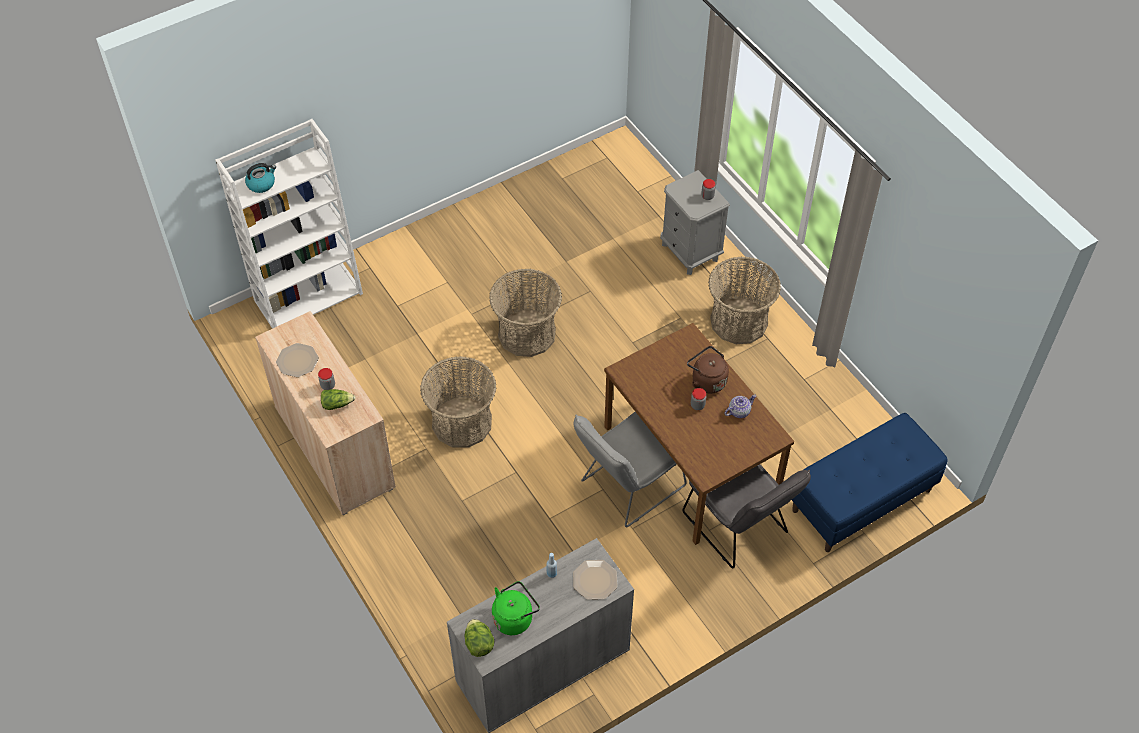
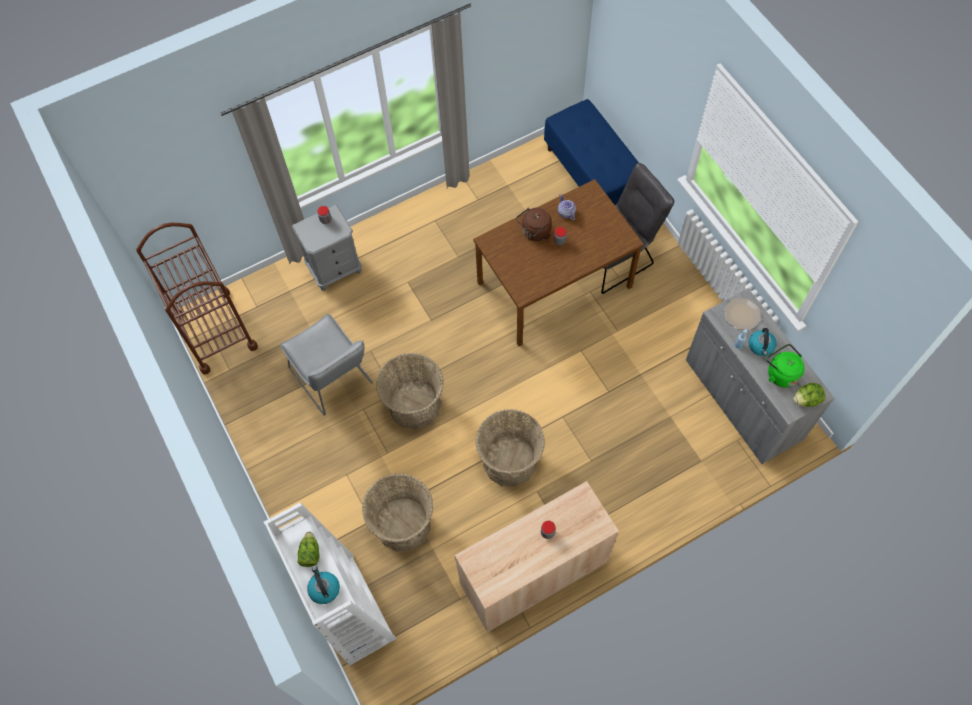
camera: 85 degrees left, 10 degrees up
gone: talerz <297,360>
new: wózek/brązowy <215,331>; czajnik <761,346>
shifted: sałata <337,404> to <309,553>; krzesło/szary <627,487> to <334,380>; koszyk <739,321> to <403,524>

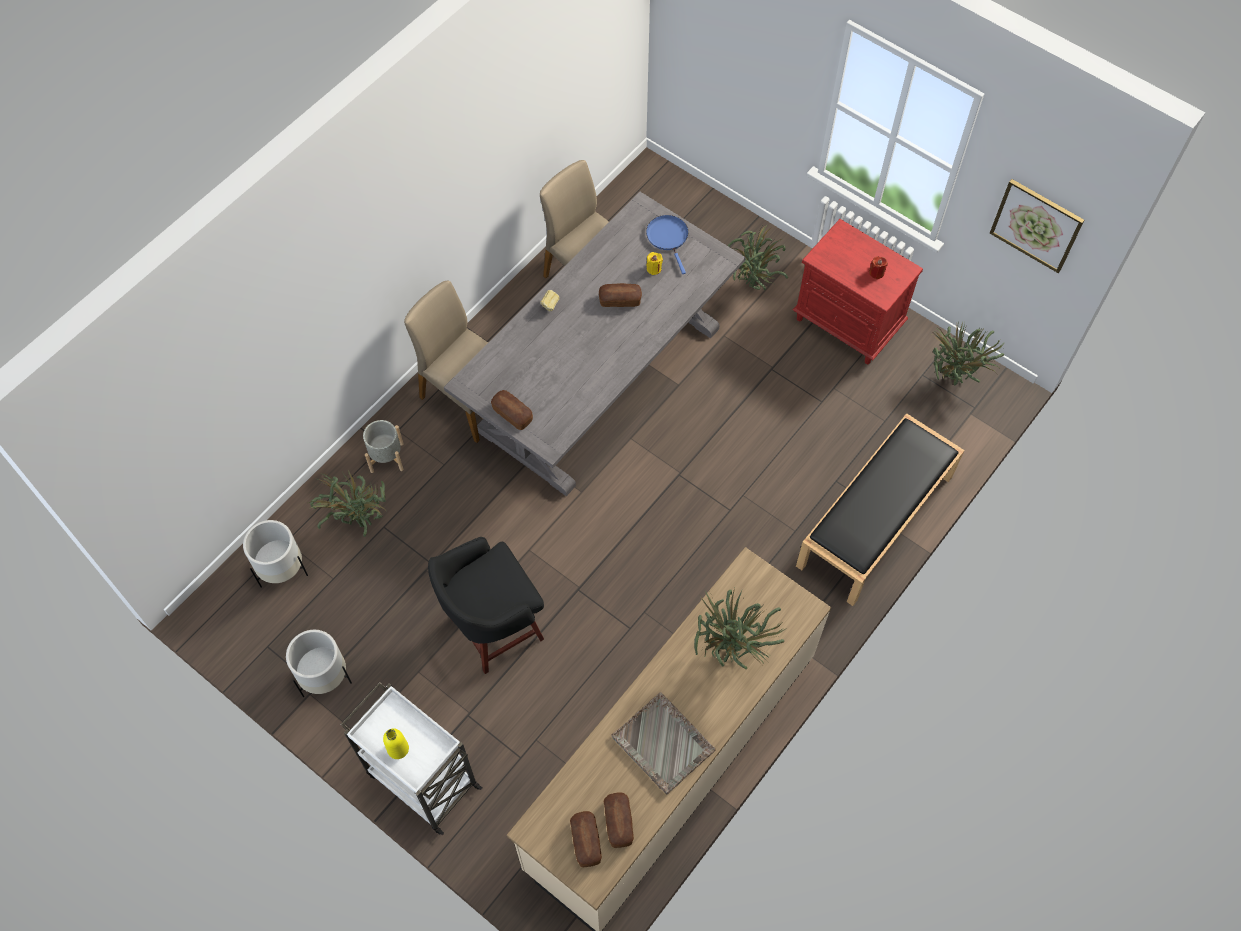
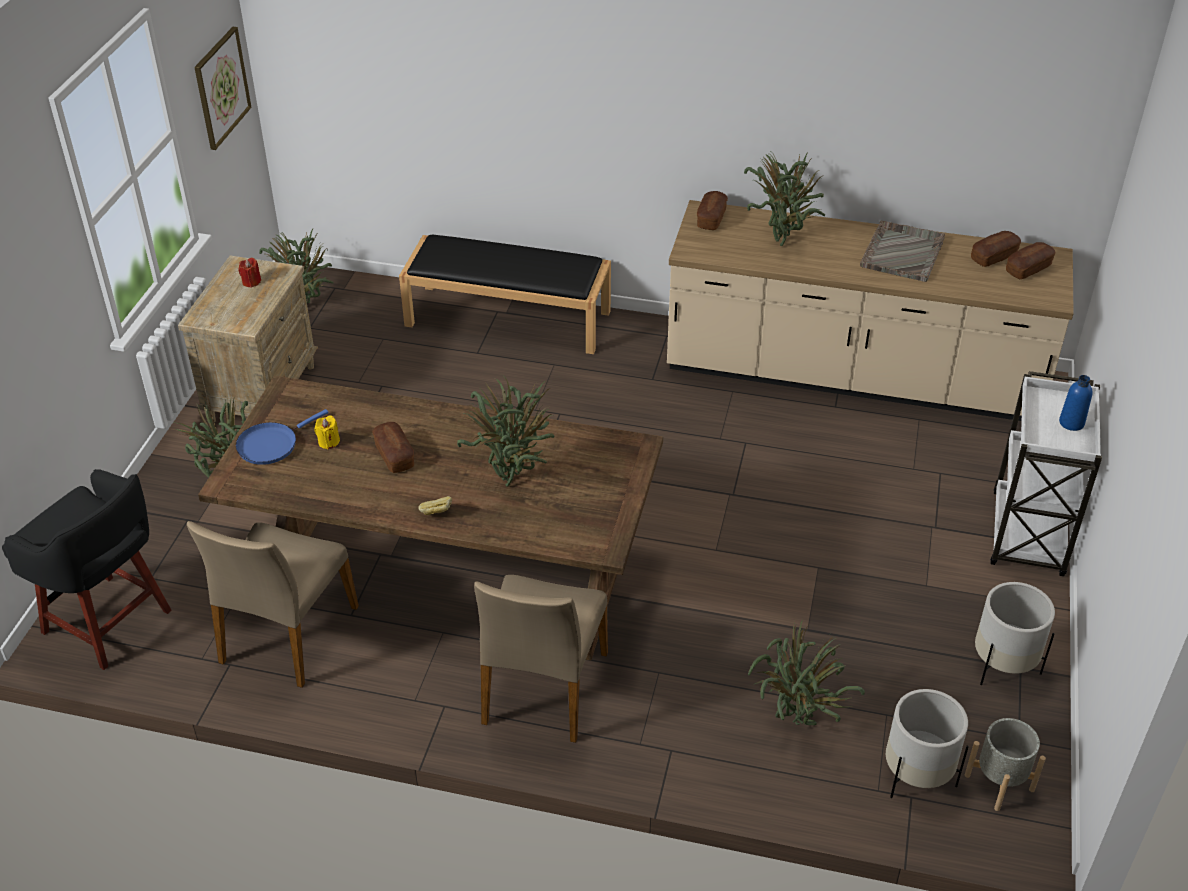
camera: 115 degrees left, 20 degrees down
new: roślina doniczkowa <513,476>
shifted: donica/szary <387,457> to <999,782>; stołek/czarny <493,630> to <110,623>; chleb <512,414> to <711,218>
repainted: butelka/żółty <398,749> to butelka/niebieski <1071,423>; stół jadalny/szary <599,378> to stół jadalny/brązowy <444,571>; szafka nocna/czerwony <848,324> to szafka nocna/beżowy <262,392>

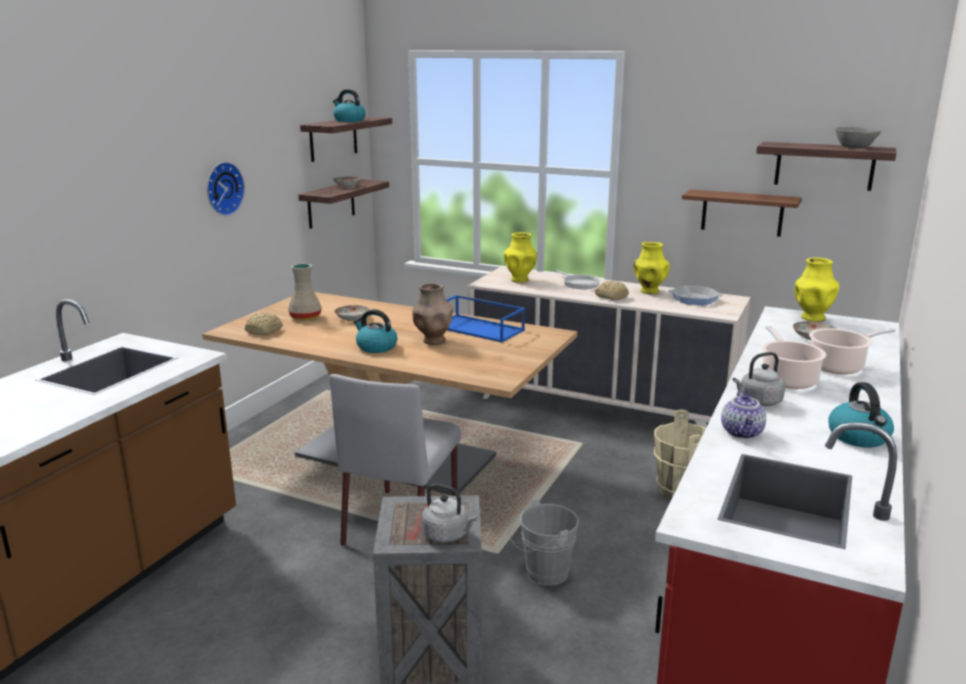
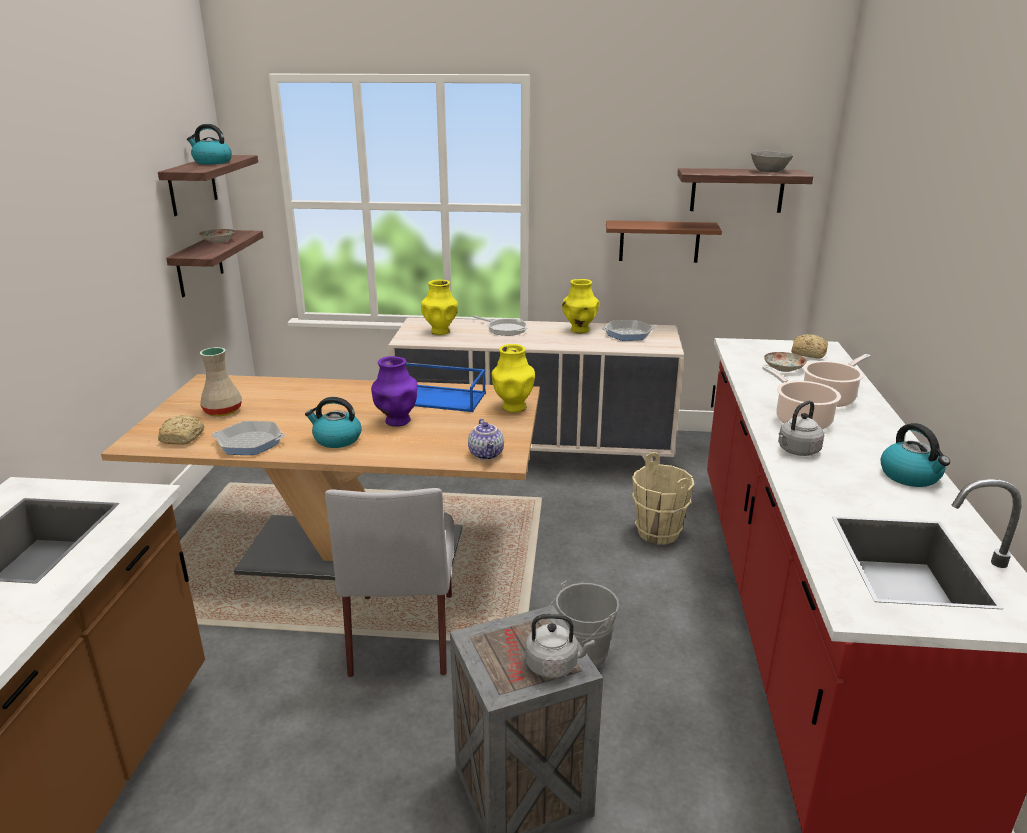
camera: 20 degrees left, 5 degrees up
gone: zegar ścienny <222,188>; talerz <352,318>
new: patelnia <250,443>
shifted: chleb <611,297> to <807,353>; imbryk <743,433> to <487,454>; wazon/żółty <812,318> to <513,407>
repainted: wazon/brązowy <433,341> to wazon/fioletowy <397,421>

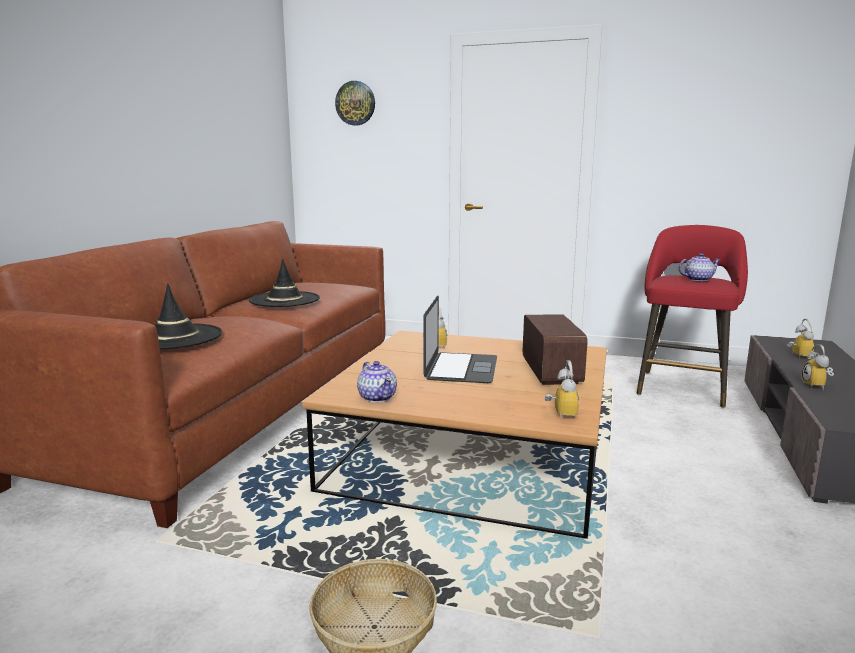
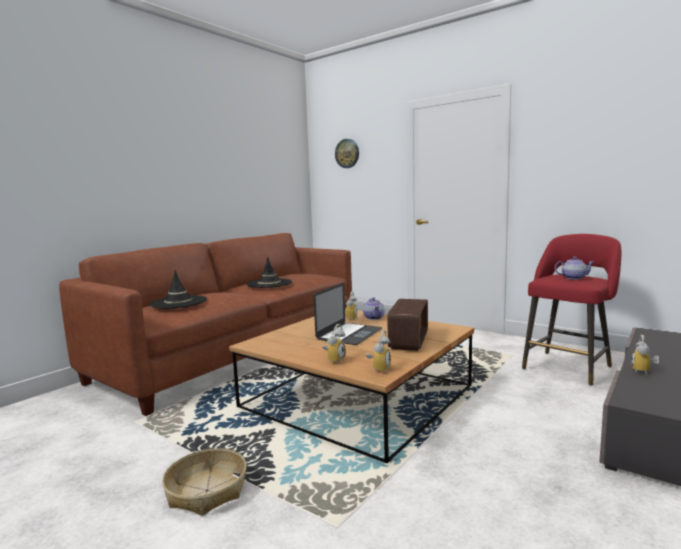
camera: 20 degrees right, 5 degrees down
shifted: imbryk <377,397> to <374,317>; budzik <797,356> to <334,360>

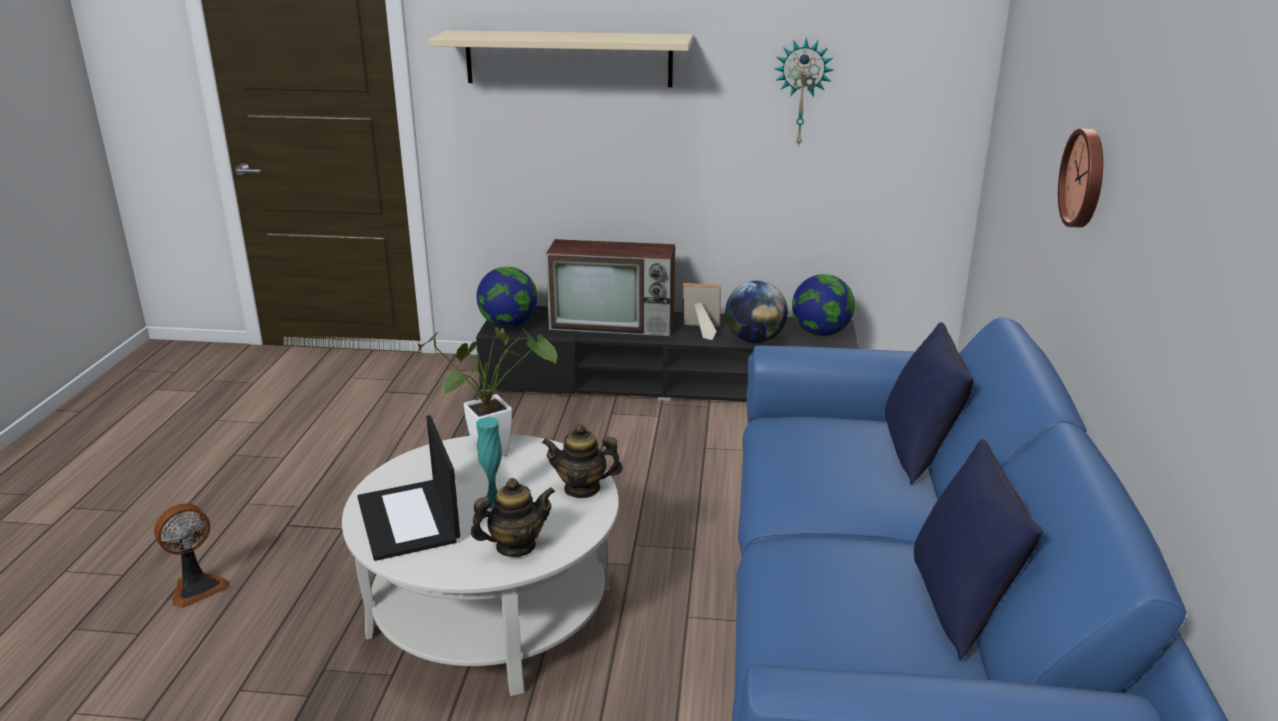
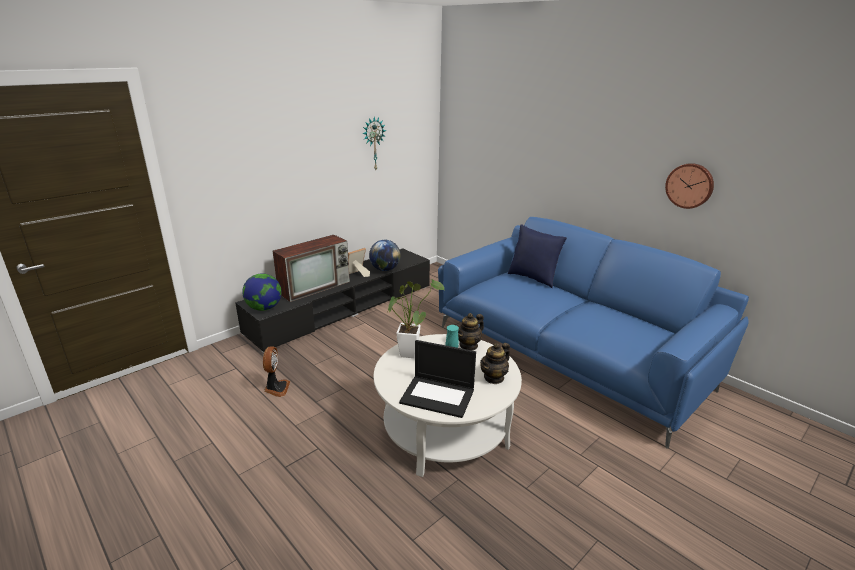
camera: 50 degrees left, 0 degrees up
gone: półka/beżowy <568,58>; globus <820,333>; poduszka/niebieski <960,606>
shifted: wentylator <197,587> to <276,388>; zegar ścienny <1085,178> to <690,185>
rotated: imbryk <515,546> = <494,377> 150 degrees counterclockwise

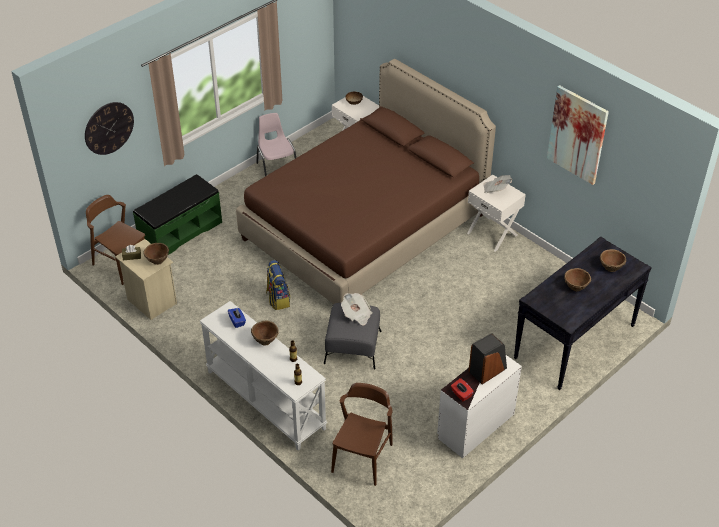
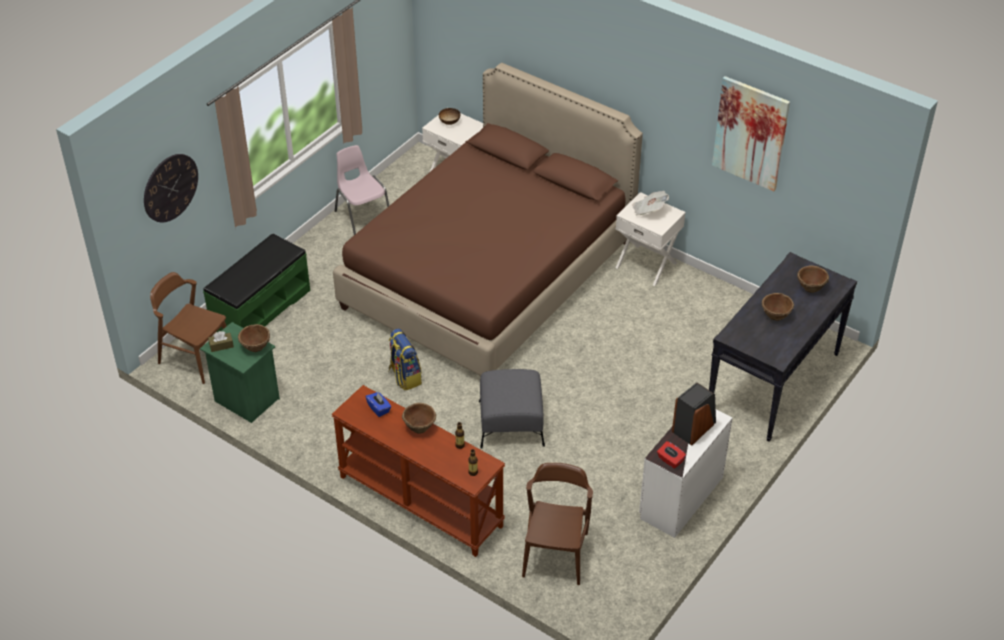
camera: 10 degrees left, 0 degrees up
gone: gazeta <356,315>
repainted: szafka nocna/beżowy <151,302> to szafka nocna/zielony <246,400>; stolik konsolowy/biały <264,400> to stolik konsolowy/brązowy <419,502>

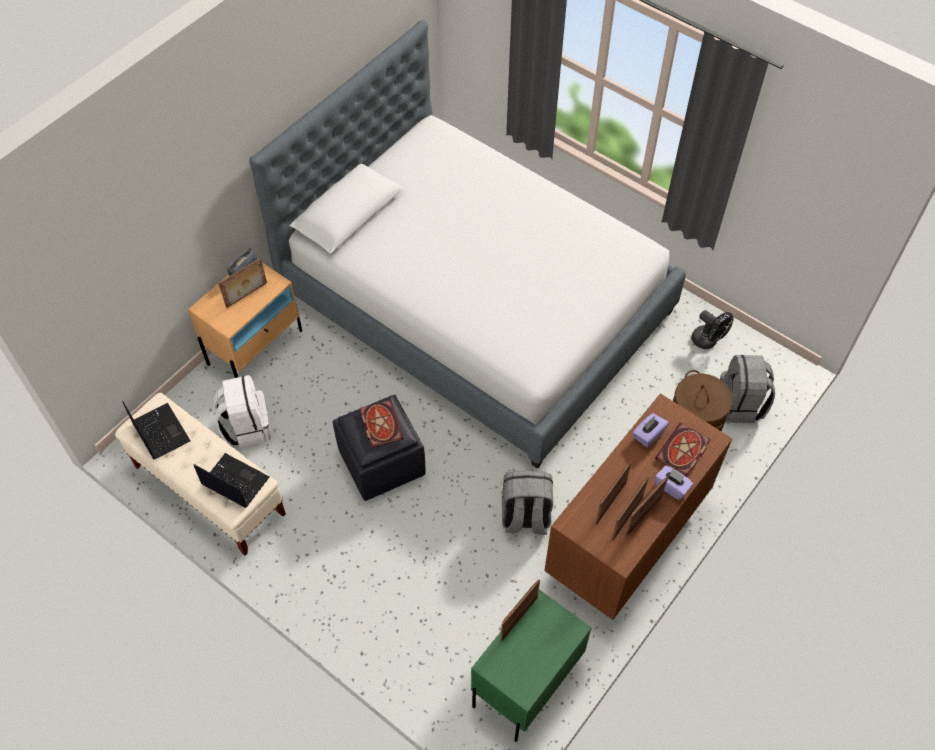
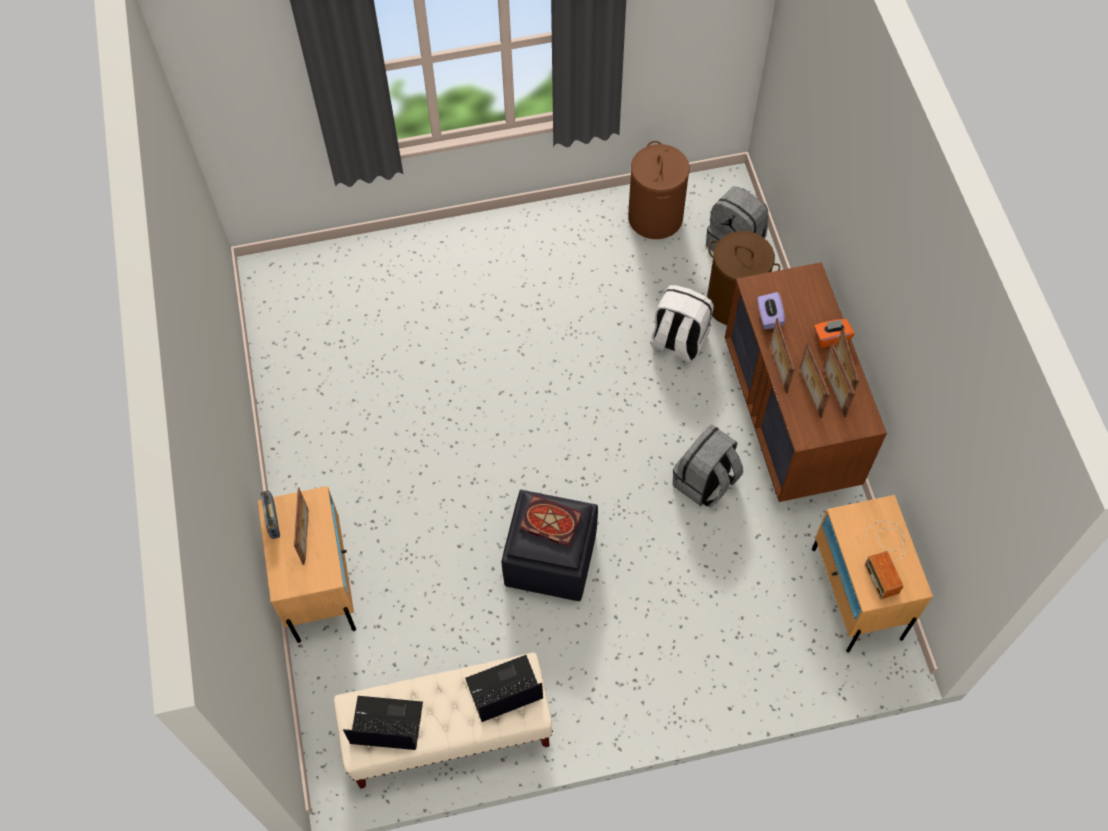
camera: 50 degrees left, 5 degrees up
gone: łóżko <476,303>; książka <683,452>
new: radio <886,557>
shifted: plecak/biały <247,426> to <678,341>; ramka na zdjęcie <518,618> to <777,368>
swapped: wentylator/czarny <708,341> to kosz na pranie/brązowy <655,217>
repainted: szafka nocna/zielony <526,682> to szafka nocna/beżowy <856,594>; pudełko chusteczek/fioletowy <671,487> to pudełko chusteczek/pomarańczowy <831,338>

